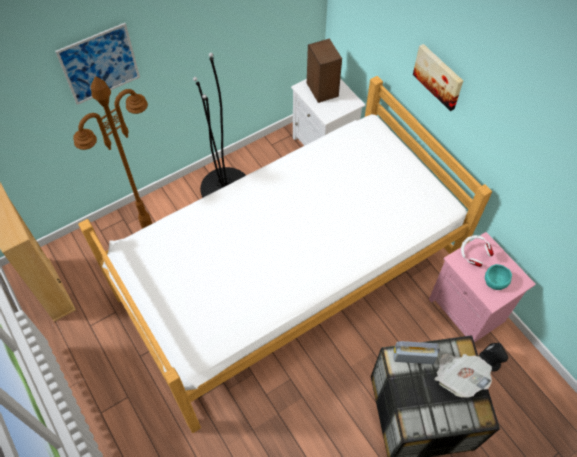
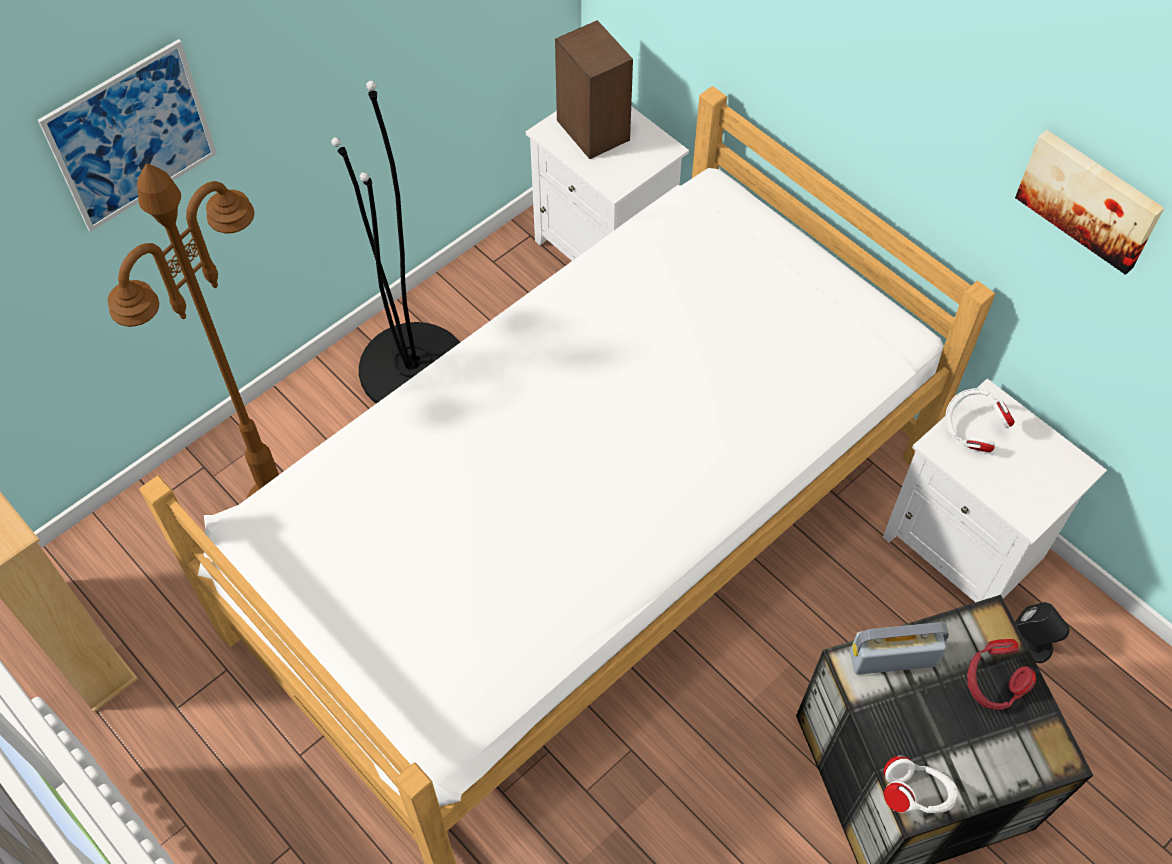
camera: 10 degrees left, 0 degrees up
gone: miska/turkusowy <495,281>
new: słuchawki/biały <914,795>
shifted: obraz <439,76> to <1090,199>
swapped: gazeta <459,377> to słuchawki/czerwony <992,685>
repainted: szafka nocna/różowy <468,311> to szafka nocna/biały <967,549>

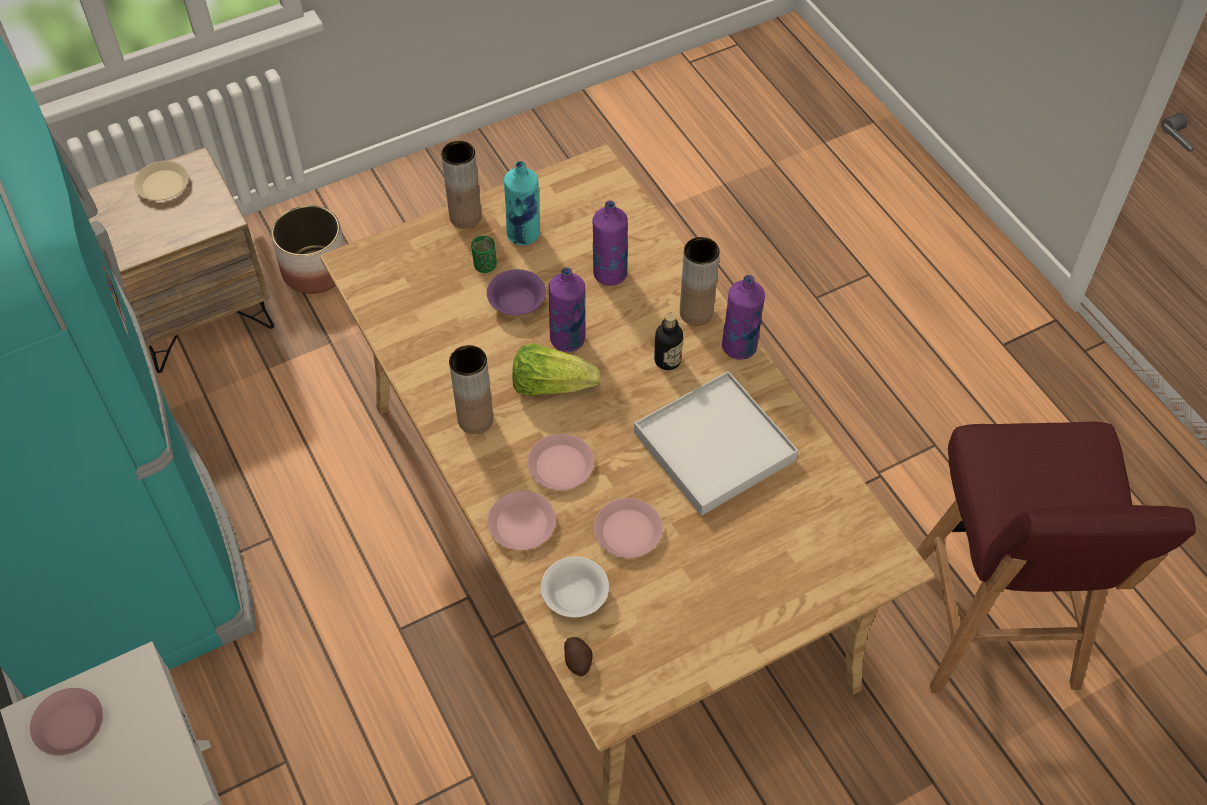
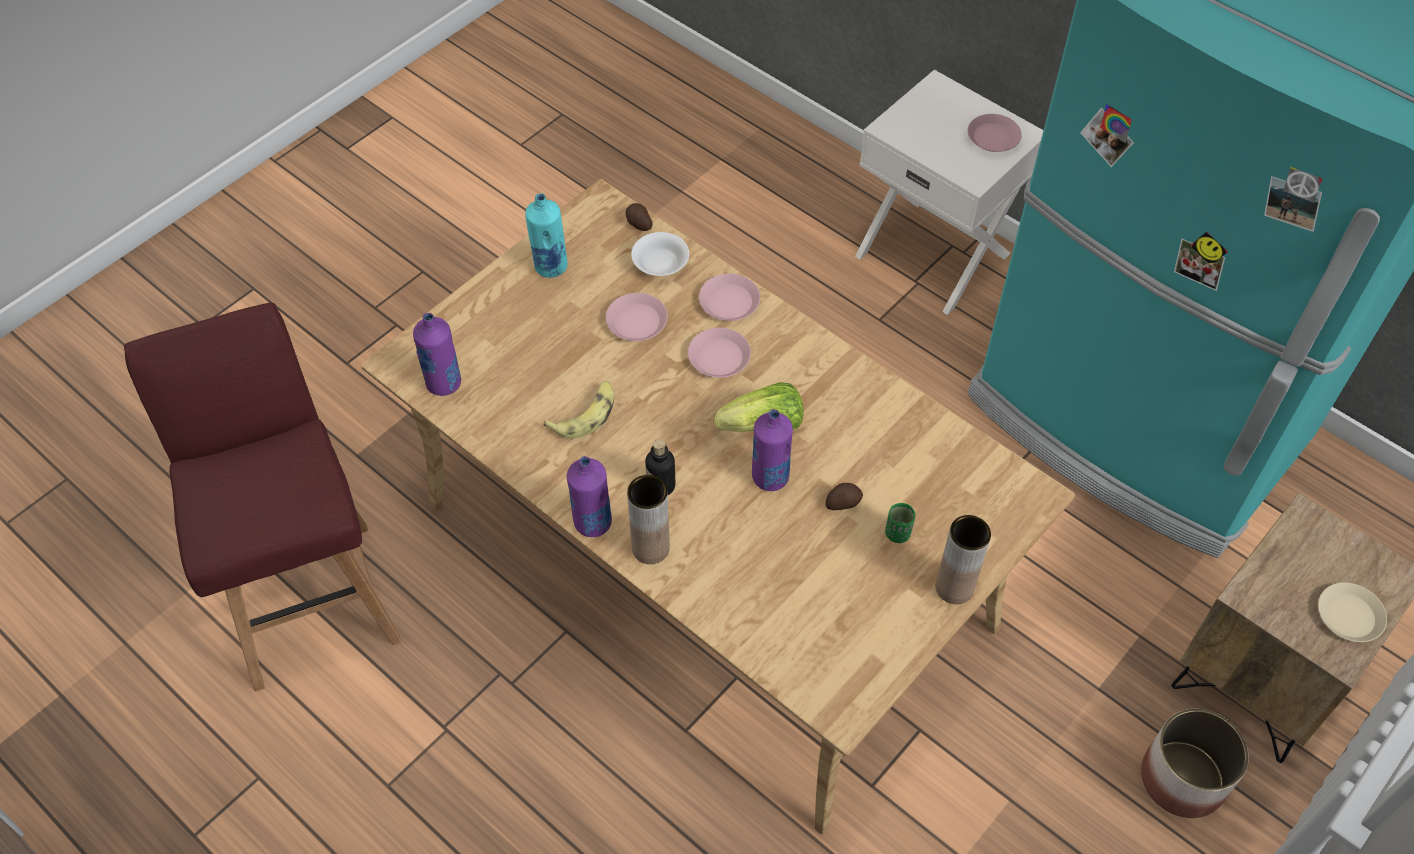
camera: 160 degrees right, 0 degrees up
gone: wazon/brązowy <475,419>
shifted: butelka/turkusowy <524,234> to <550,266>; butelka/fioletowy <610,274> to <444,383>
swapped: miska/fioletowy <516,301> to ziemniak <842,502>; taca/biały <714,447> to banan <585,414>

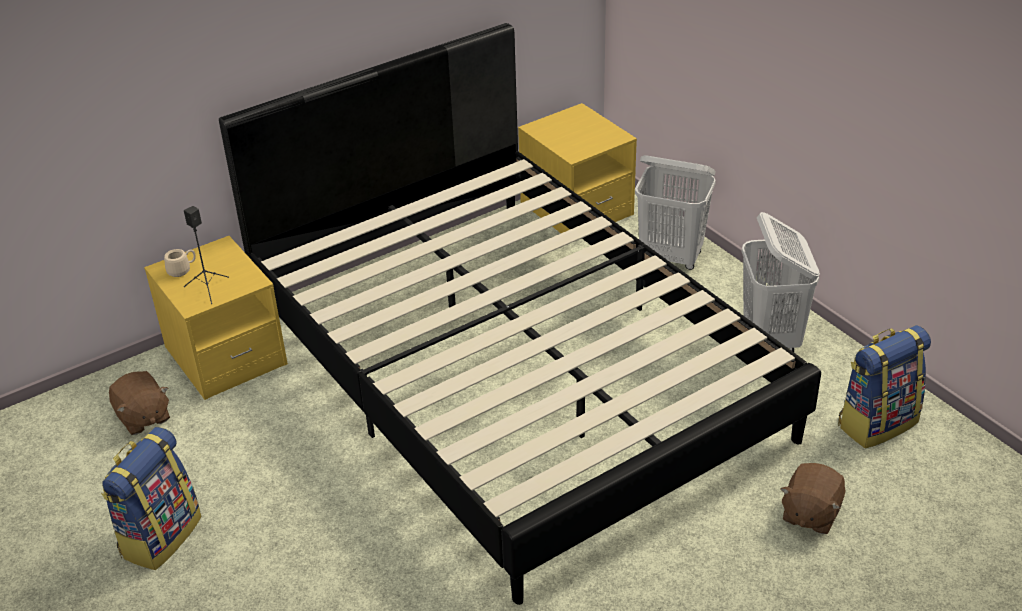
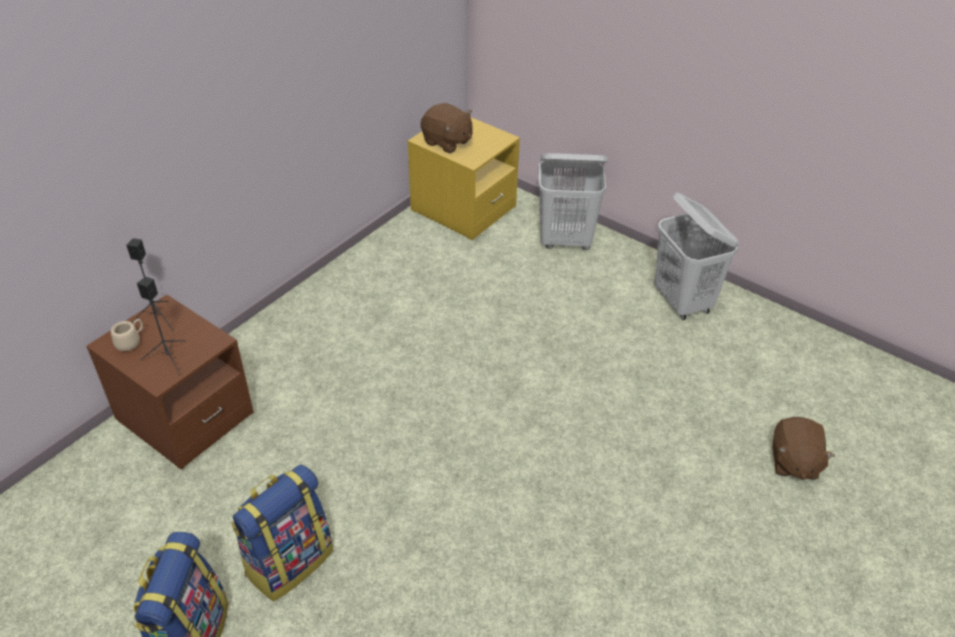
camera: 20 degrees left, 5 degrees up
gone: łóżko/czarny <514,371>
new: głośnik/czarny <158,319>
shifted: pluszak/brązowy <143,418> to <447,142>; plecak <877,422> to <289,561>
repainted: szafka nocna/żółty <226,357> to szafka nocna/brązowy <185,417>

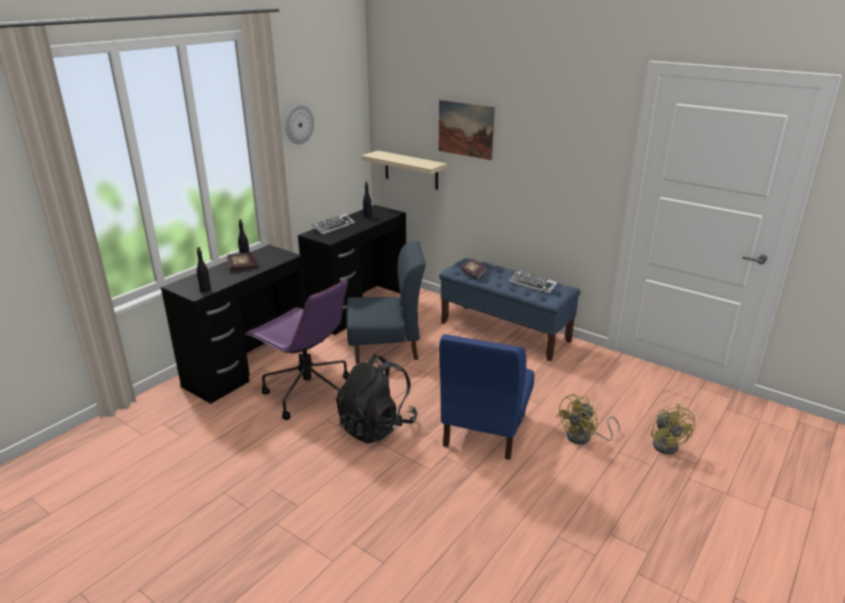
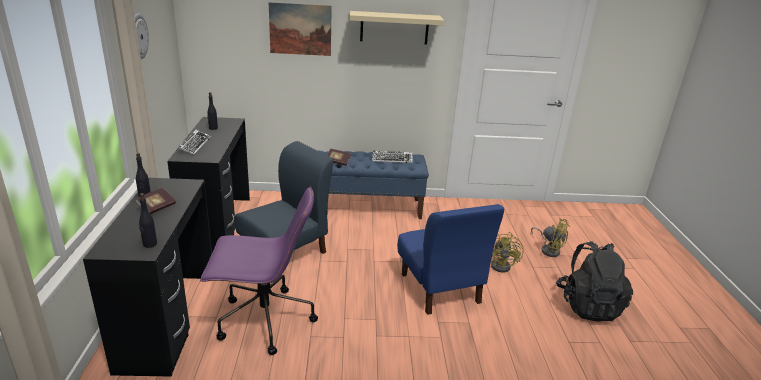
camera: 40 degrees left, 0 degrees up
shifted: plecak/czarny <376,426> to <588,305>; półka/beżowy <411,170> to <394,28>

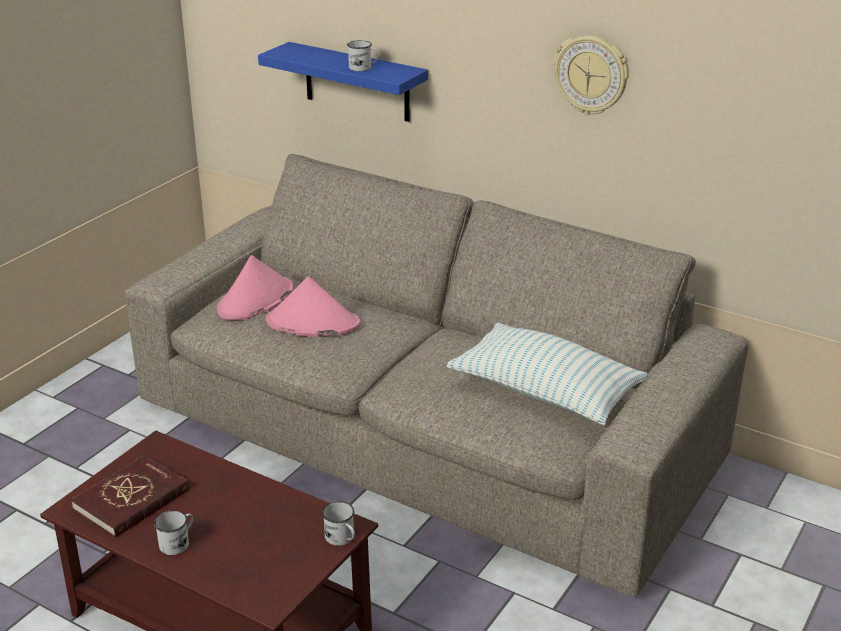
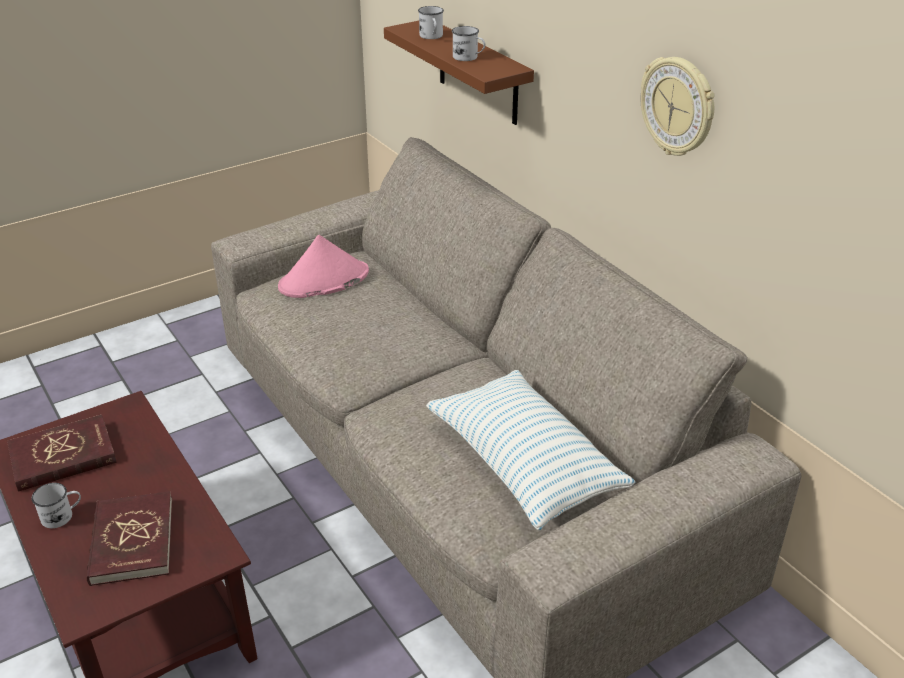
camera: 25 degrees right, 5 degrees up
gone: kapelusz/różowy <312,323>
new: książka/czerwony <131,541>
shifted: kubek/biały <342,539> to <432,37>
repainted: półka/niebieski <357,82> to półka/brązowy <478,72>

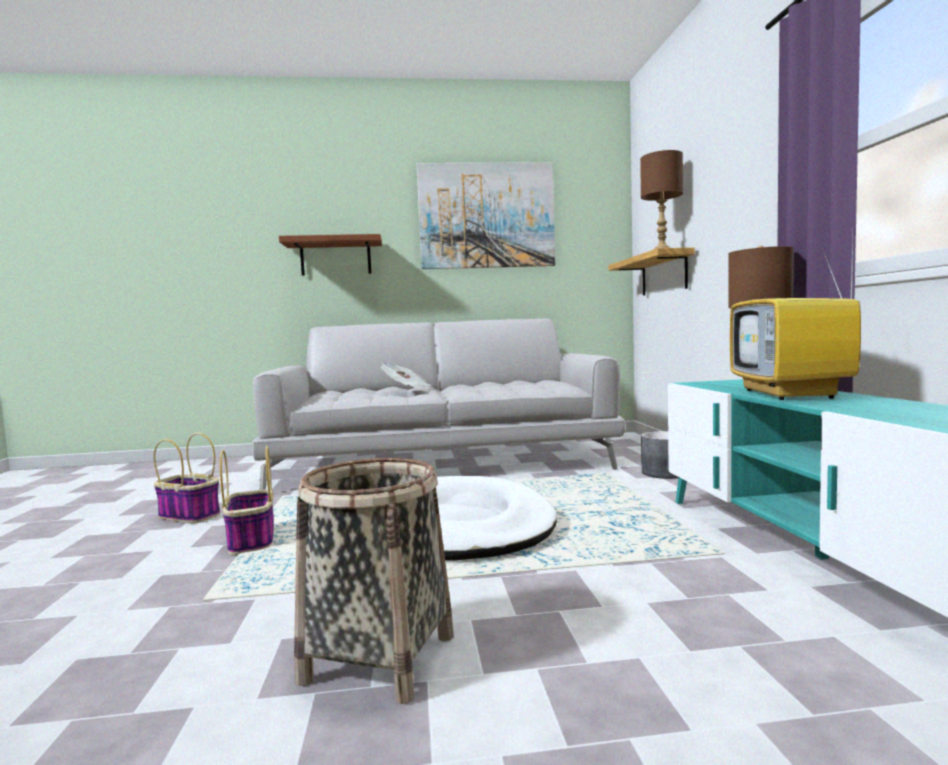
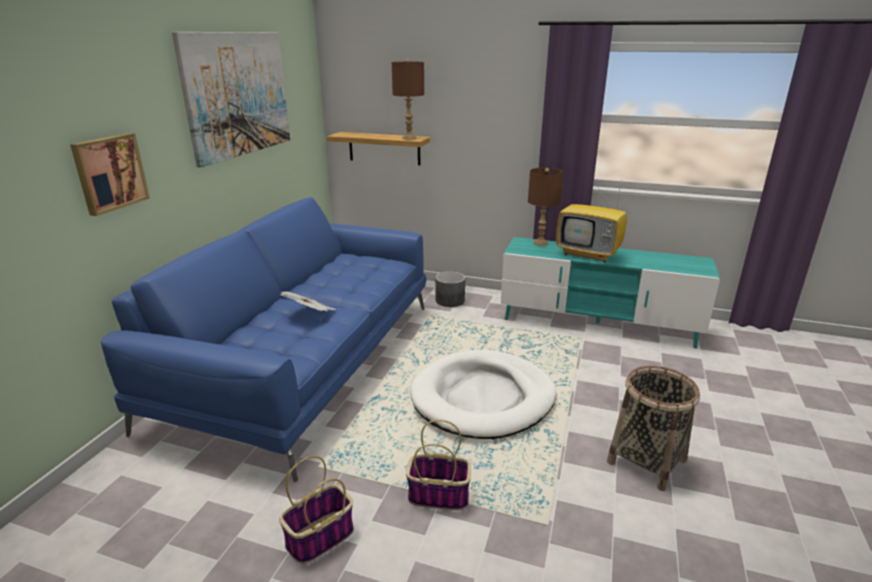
camera: 65 degrees left, 20 degrees up
swapped: półka/brązowy <335,257> to obraz <109,173>
repainted: kanapa/szary <443,460> to kanapa/niebieski <306,359>

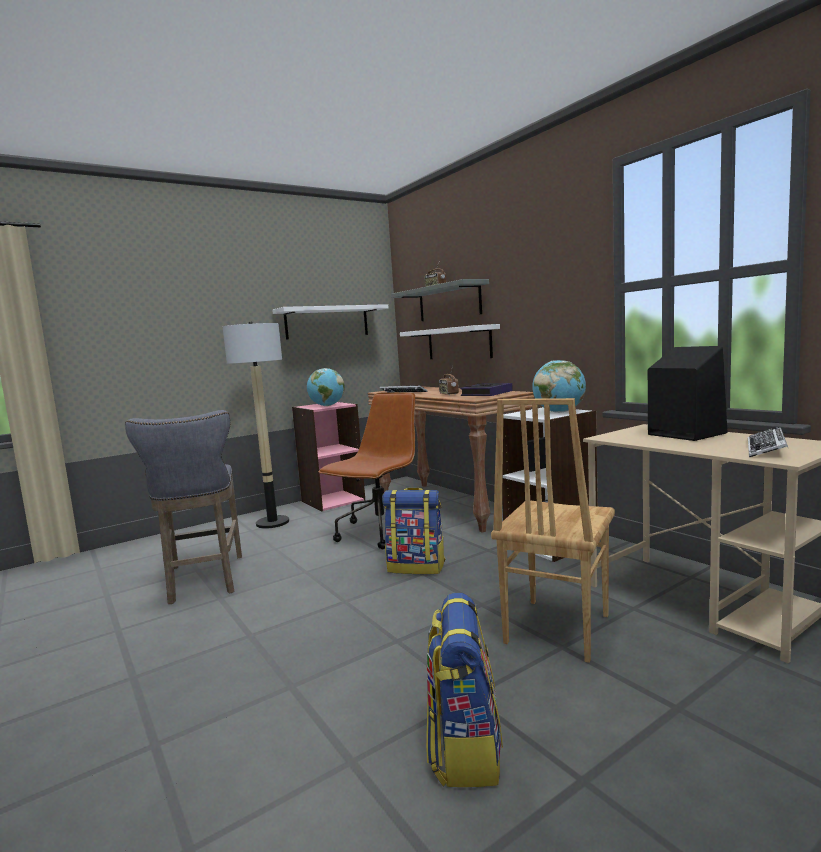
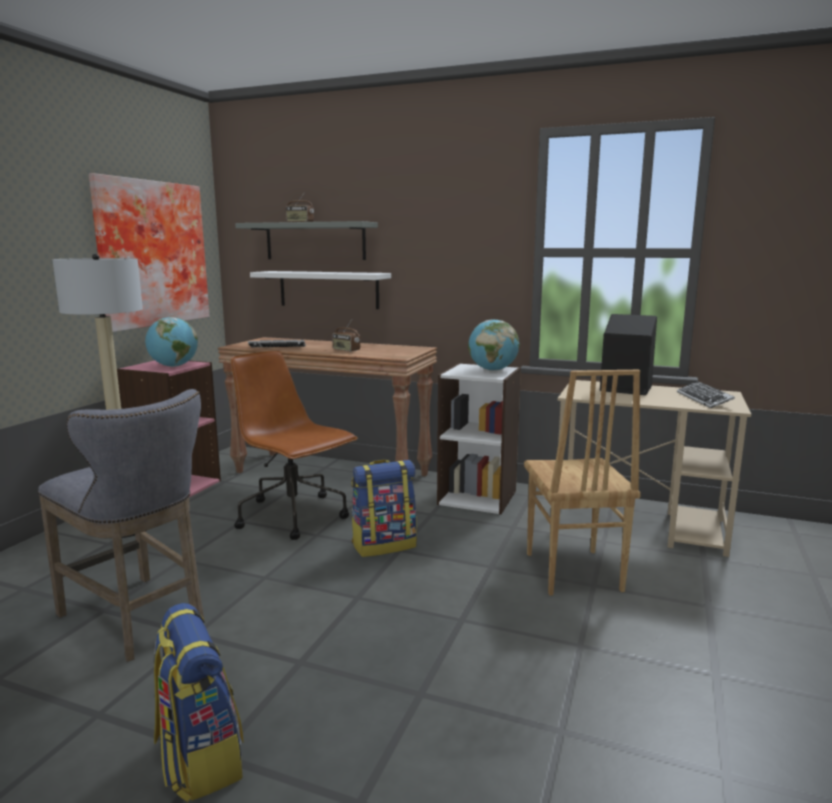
camera: 35 degrees left, 5 degrees up
gone: książka <486,394>
shifted: plecak <464,748> to <199,758>
swapped: półka/biały <327,322> to obraz <150,254>
rotated: krzesło biurowe/brązowy <380,533> = <294,516> 45 degrees counterclockwise

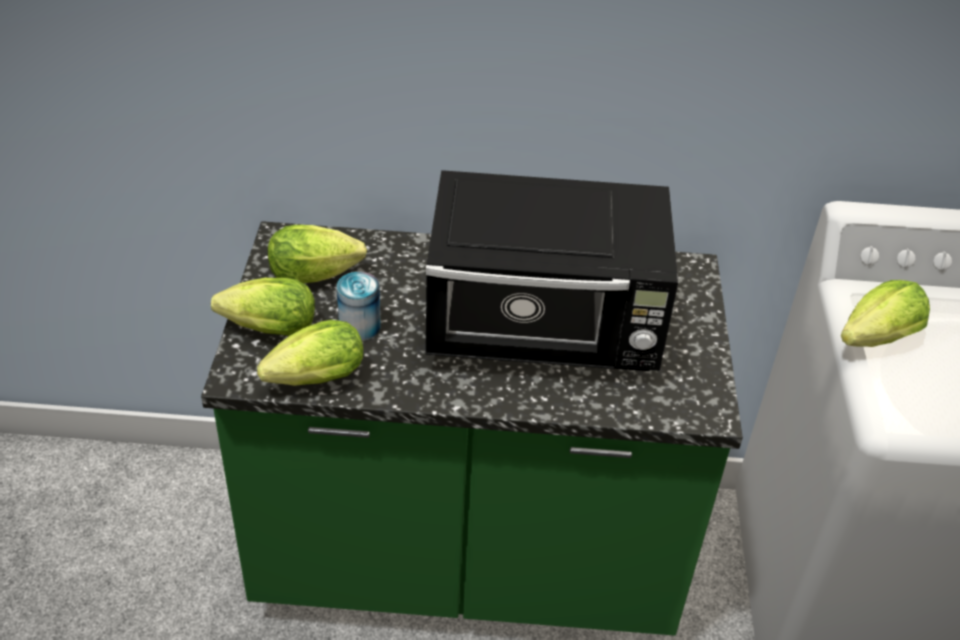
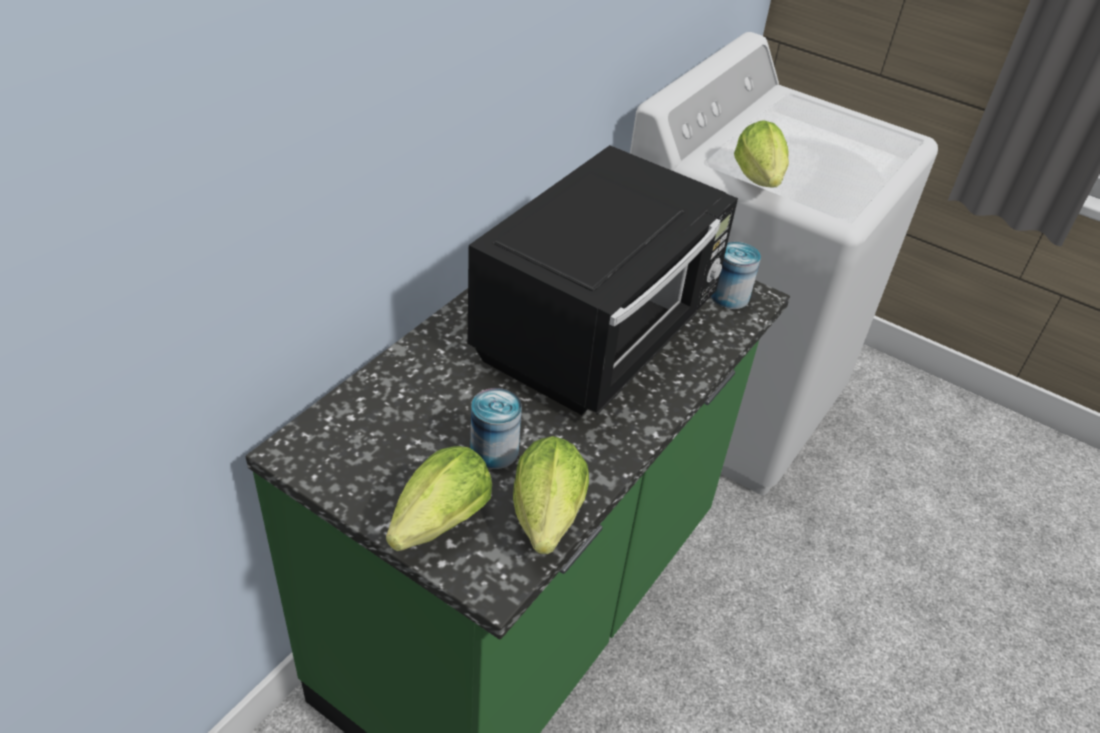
camera: 60 degrees left, 0 degrees up
gone: sałata <319,275>
new: puszka <729,296>

